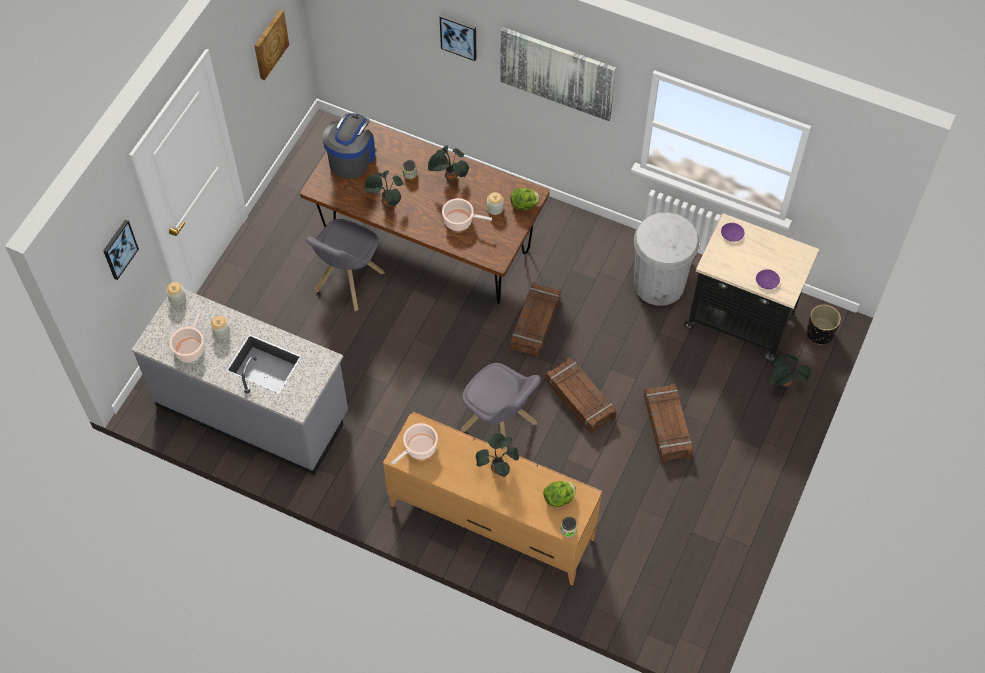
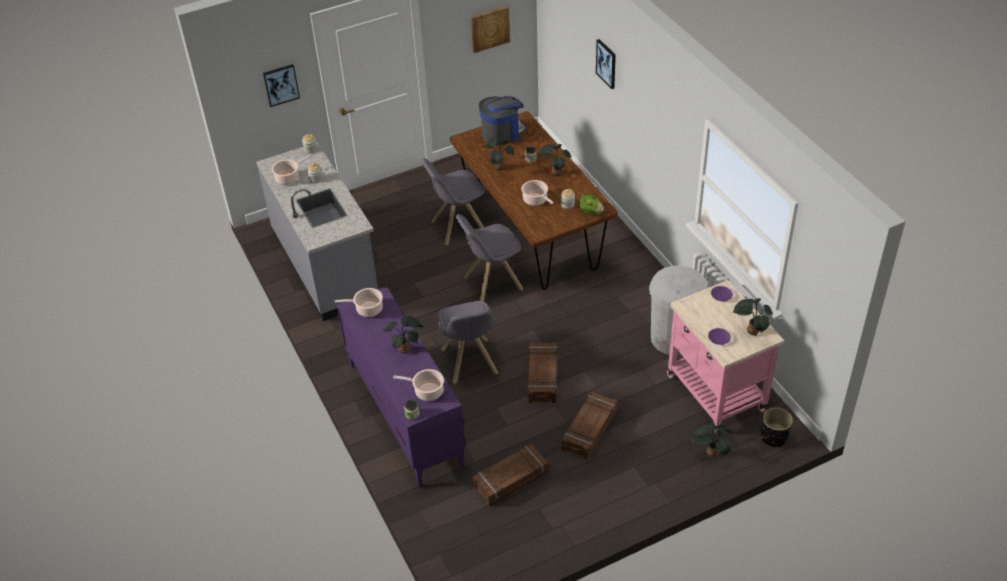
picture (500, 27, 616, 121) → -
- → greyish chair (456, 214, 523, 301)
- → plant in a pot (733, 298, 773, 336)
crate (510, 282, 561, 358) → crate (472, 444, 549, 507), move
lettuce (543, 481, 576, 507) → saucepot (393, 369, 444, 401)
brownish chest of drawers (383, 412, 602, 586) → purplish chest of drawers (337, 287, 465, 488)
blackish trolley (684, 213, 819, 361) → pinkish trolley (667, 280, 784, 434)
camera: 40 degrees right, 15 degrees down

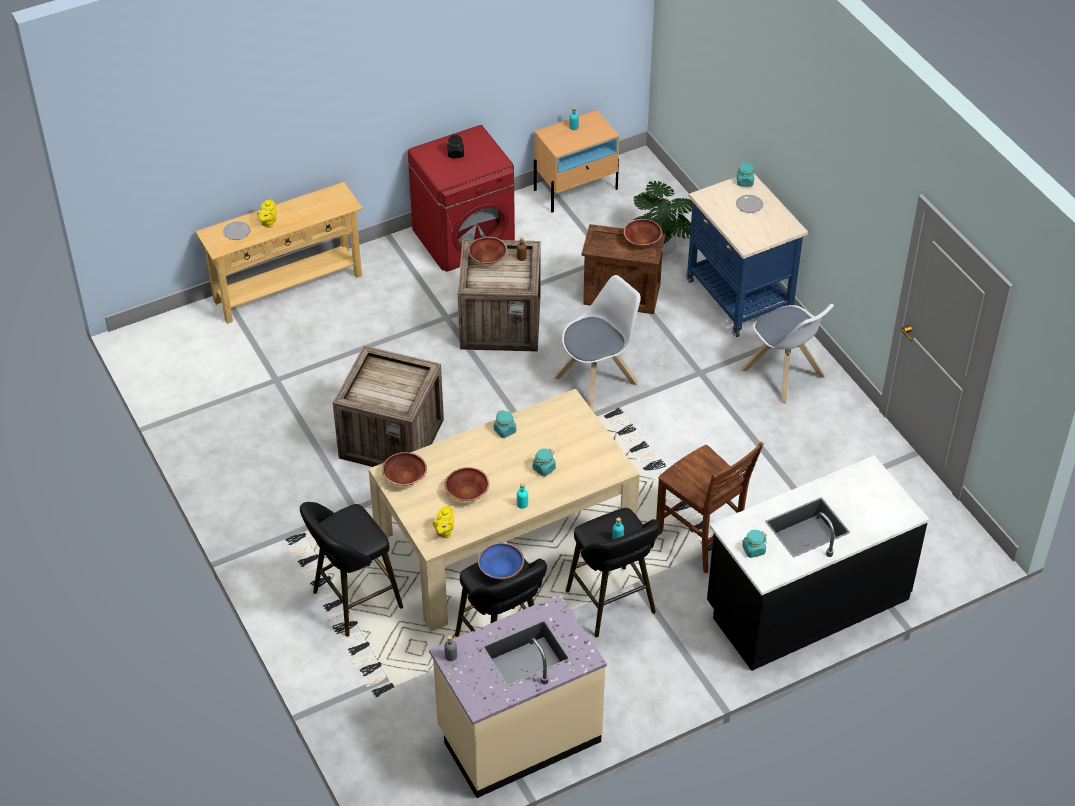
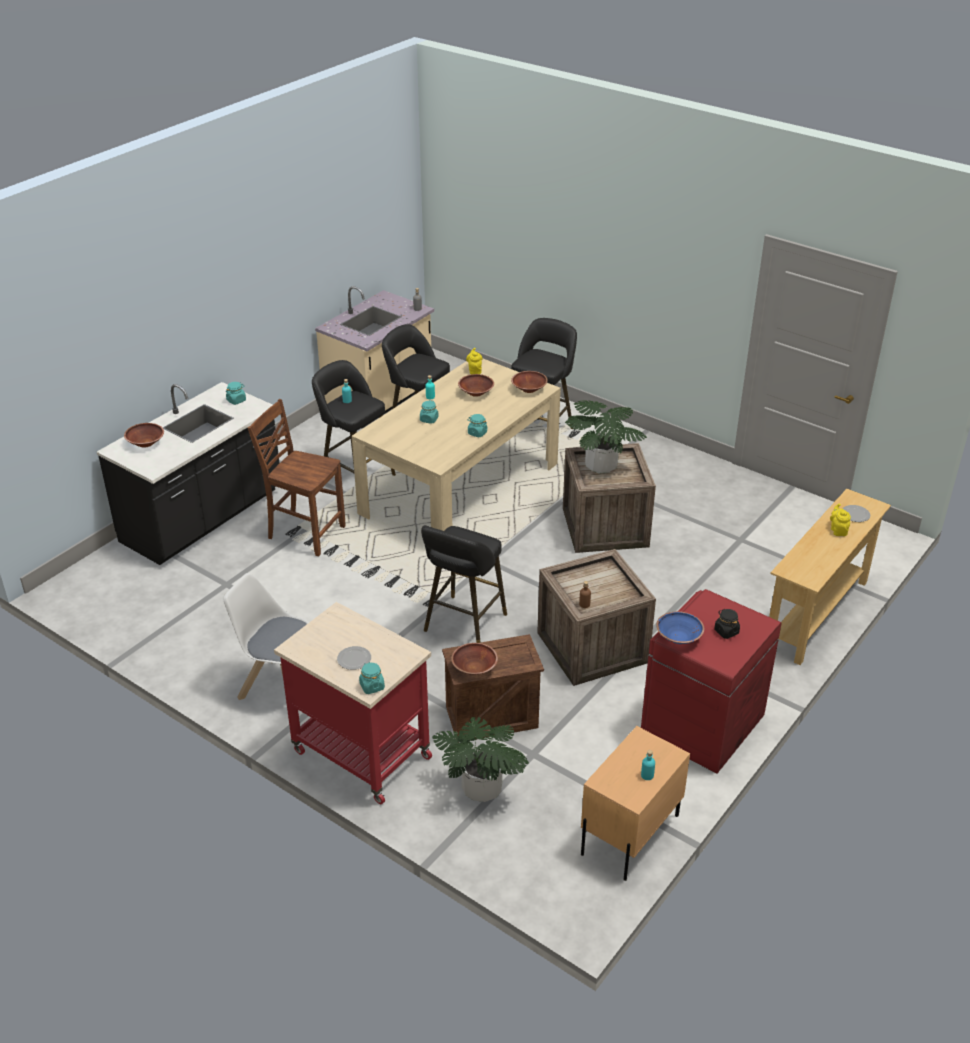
- → plant in a pot (565, 401, 647, 474)
brownish bowl (468, 237, 507, 264) → brownish bowl (124, 423, 164, 448), move
blue bowl (478, 542, 524, 579) → blue bowl (656, 611, 704, 644), move
chair (554, 275, 641, 411) → blackish stool seat (421, 525, 507, 643)
blue trolley (686, 174, 808, 338) → red trolley (274, 602, 432, 804)
camera: 155 degrees right, 10 degrees down

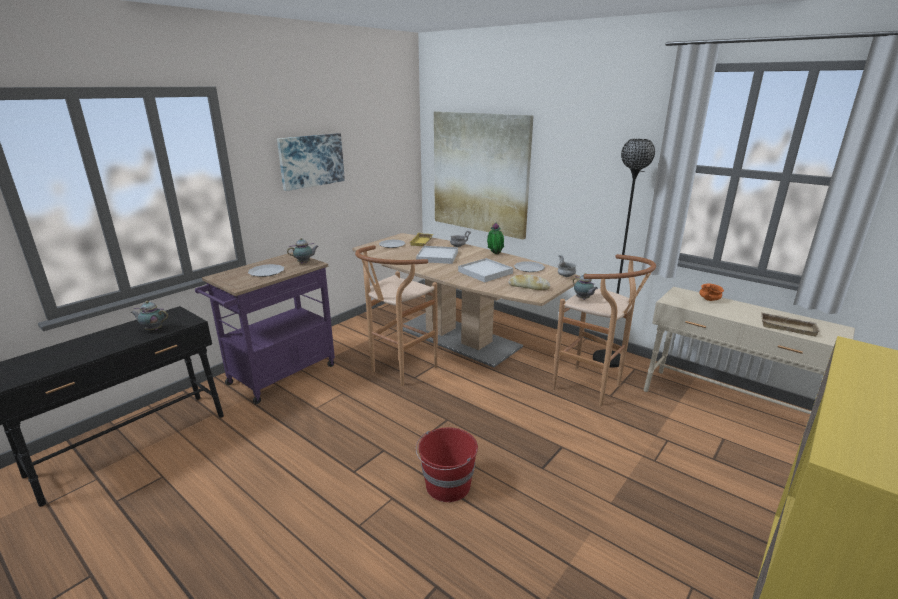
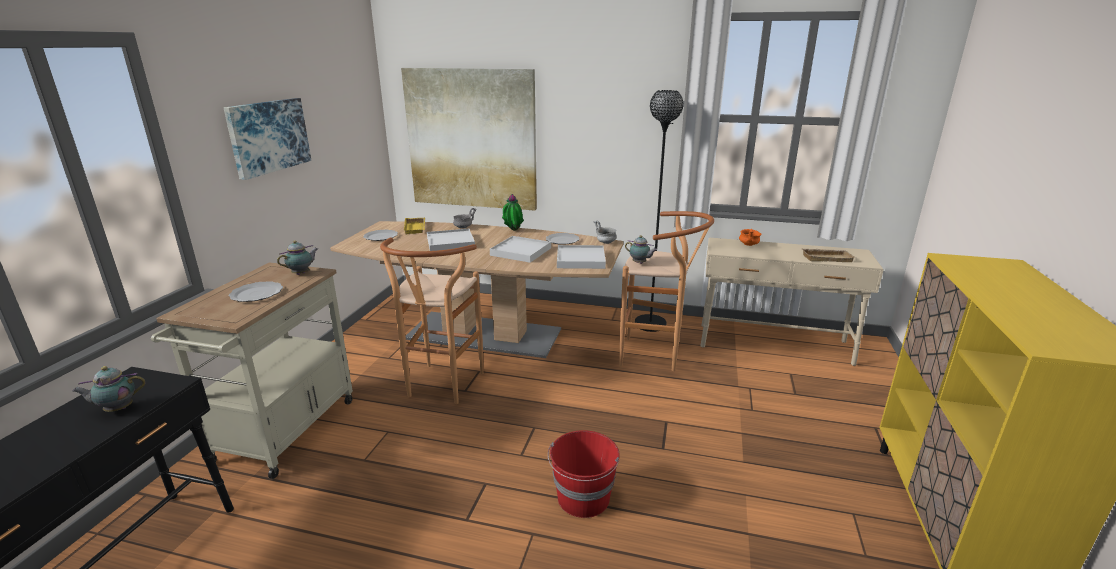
bread (508, 274, 550, 291) → white-coloured carrying tray (557, 245, 606, 269)
purplish trolley (195, 252, 335, 404) → beige-coloured trolley (151, 262, 353, 479)
camera: 25 degrees left, 0 degrees up

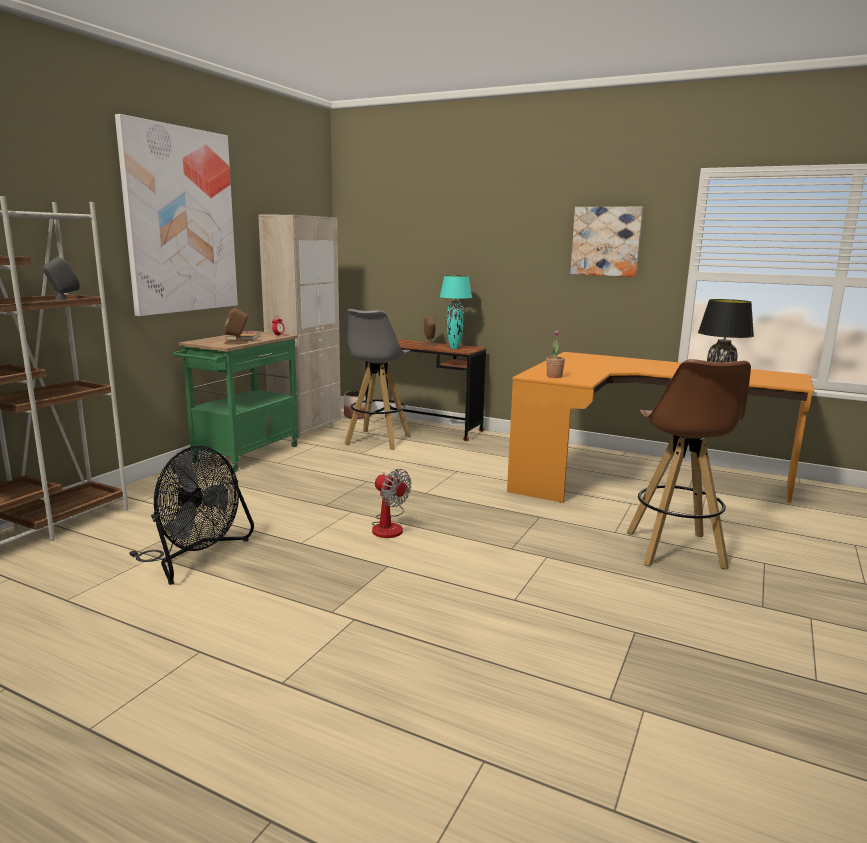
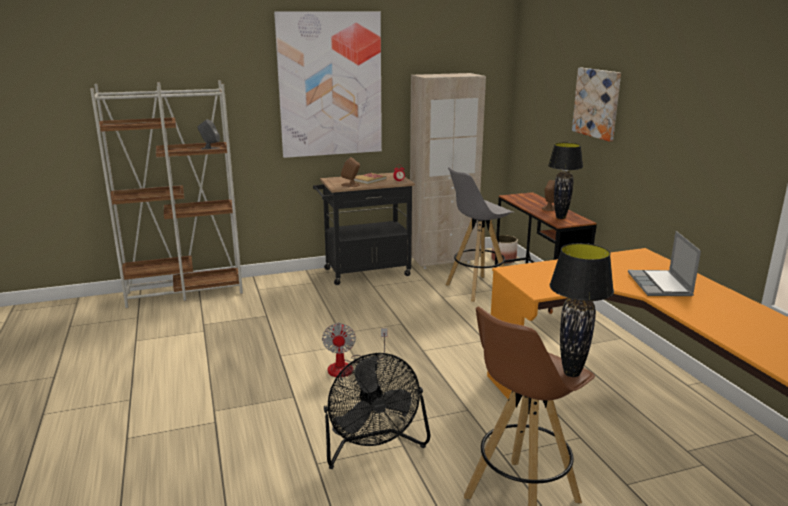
plant in a pot (546, 330, 565, 378) → -
- → laptop (628, 231, 701, 296)
blackish electric fan (129, 446, 254, 585) → blackish electric fan (324, 353, 430, 469), move
picture (570, 207, 643, 277) → picture (572, 68, 621, 141), move
green trolley (173, 331, 298, 472) → blackish trolley (313, 172, 415, 285)
turquoise-coloured table lamp (440, 275, 472, 349) → blackish table lamp (548, 142, 583, 219)
camera: 45 degrees right, 5 degrees up

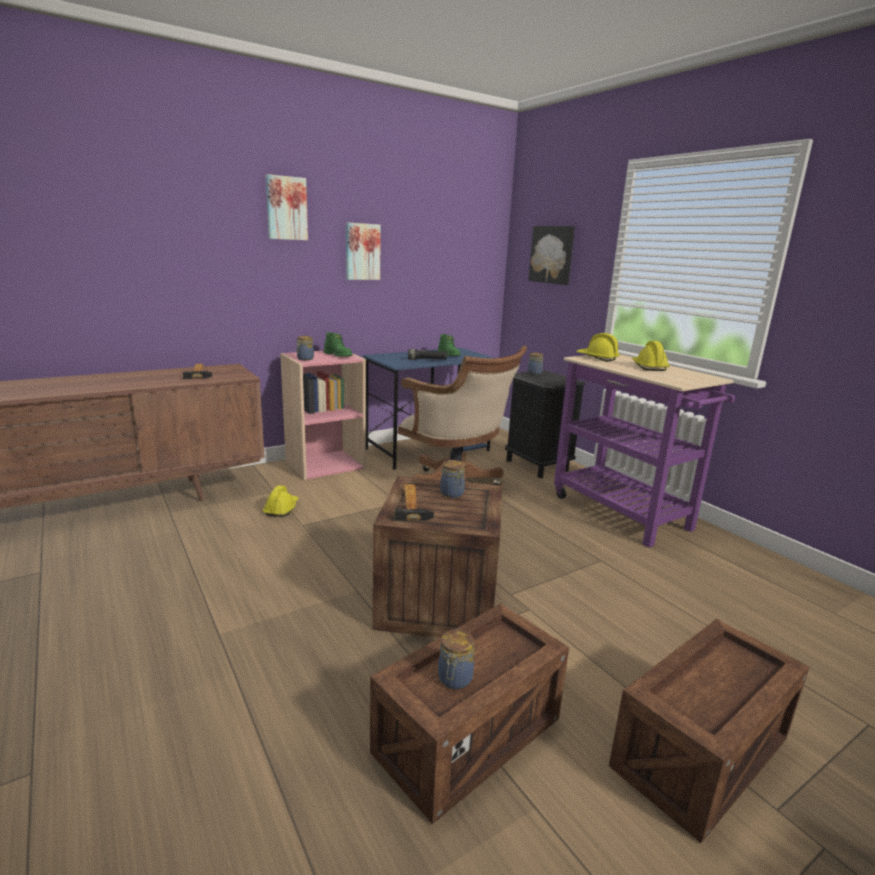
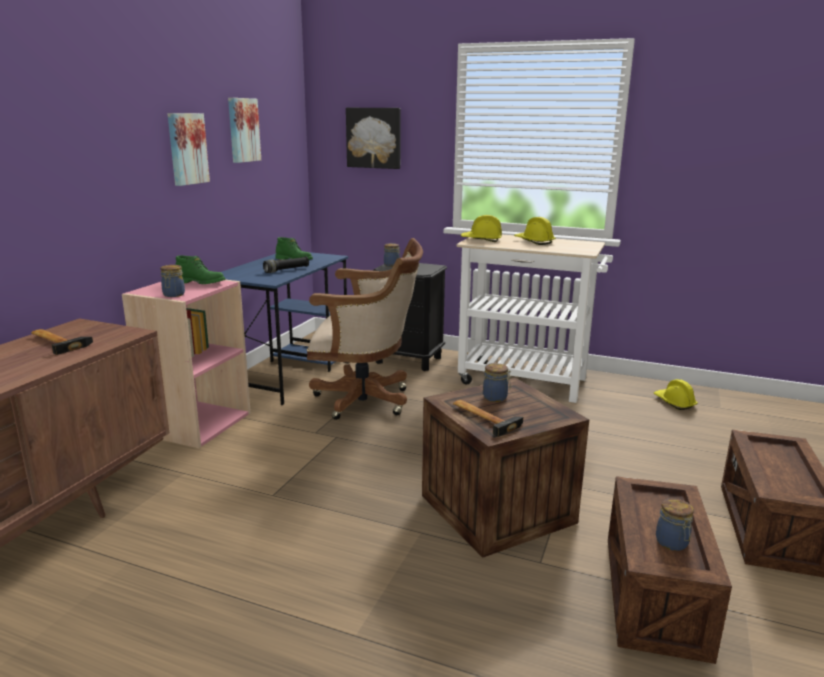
yellowish hard hat (263, 485, 298, 517) → yellowish hard hat (654, 379, 698, 410), move
picture (265, 174, 308, 240) → picture (228, 98, 261, 163), move
purplish trolley (554, 354, 735, 548) → white-coloured trolley (456, 235, 613, 403)
camera: 35 degrees left, 0 degrees up

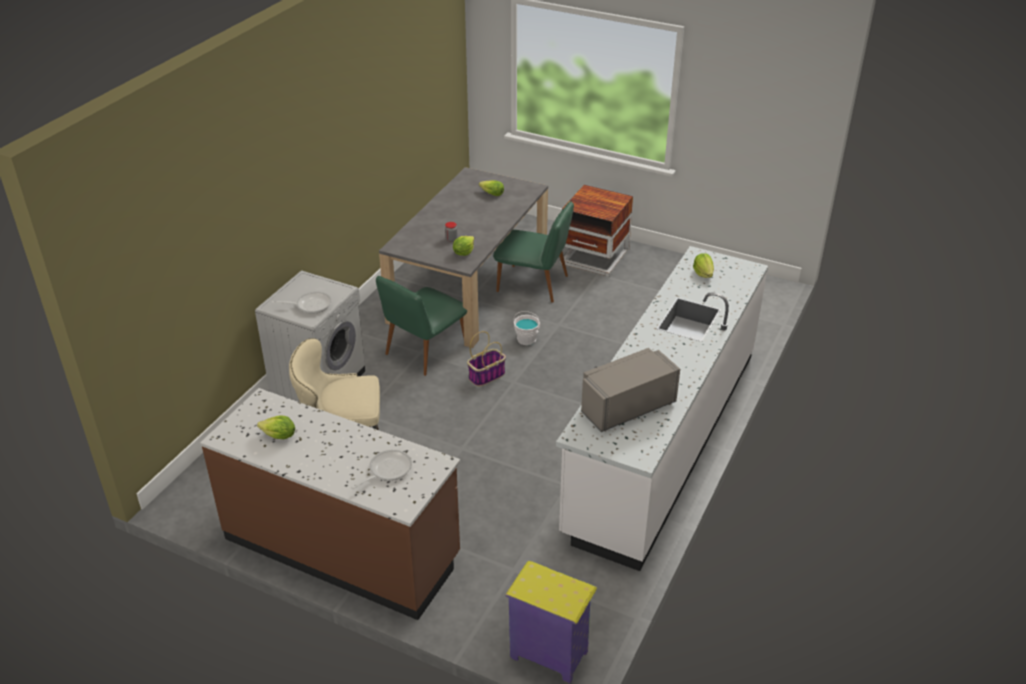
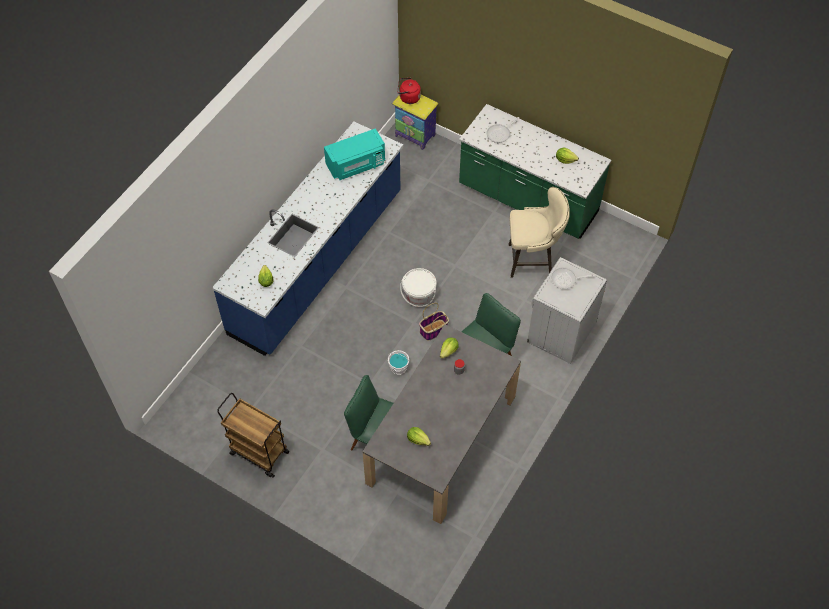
night table (560, 185, 633, 277) → -
- → brownish trolley (217, 393, 289, 478)
- → red tea kettle (397, 78, 421, 104)
- → white-coloured pail (400, 268, 436, 307)
brownish kitchen base unit (200, 388, 460, 620) → green kitchen base unit (459, 104, 611, 239)
white-coloured kitchen base unit (556, 246, 768, 571) → blue kitchen base unit (212, 121, 403, 356)
greyish kitchen microwave (581, 348, 680, 432) → turquoise-coloured kitchen microwave (324, 128, 385, 180)
camera: 175 degrees left, 20 degrees up

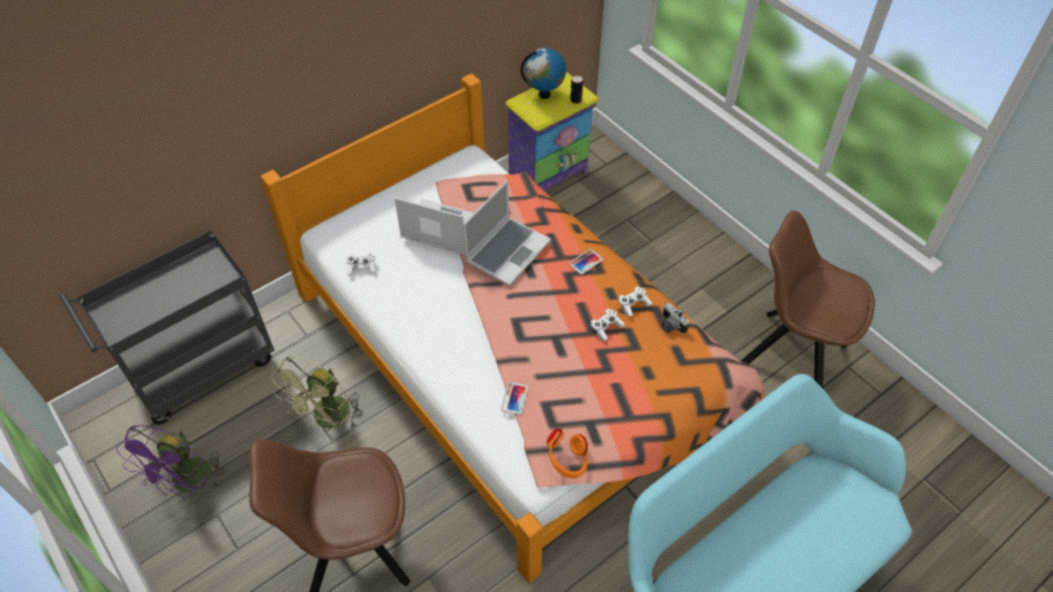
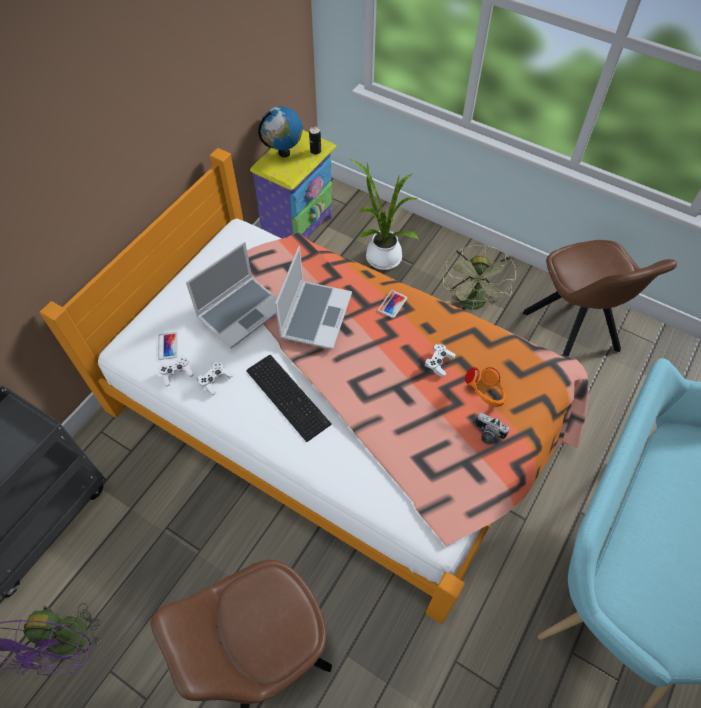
- → keyboard (246, 355, 332, 442)
- → plant in a pot (350, 159, 419, 270)
green electric fan (271, 356, 363, 433) → green electric fan (443, 245, 516, 309), move
telephone (501, 382, 529, 415) → telephone (158, 332, 178, 360), move
orange-coloured headset (547, 428, 588, 478) → orange-coloured headset (465, 367, 507, 407), move
white-coloured gamepad (618, 286, 652, 317) → white-coloured gamepad (197, 362, 233, 395), move
photo camera (661, 303, 689, 333) → photo camera (475, 412, 510, 444), move
laptop (395, 197, 474, 255) → laptop (186, 242, 277, 349), 135 degrees clockwise
brownish chair (741, 210, 875, 388) → brownish chair (523, 240, 677, 356), 120 degrees counterclockwise
camera: 20 degrees left, 5 degrees up

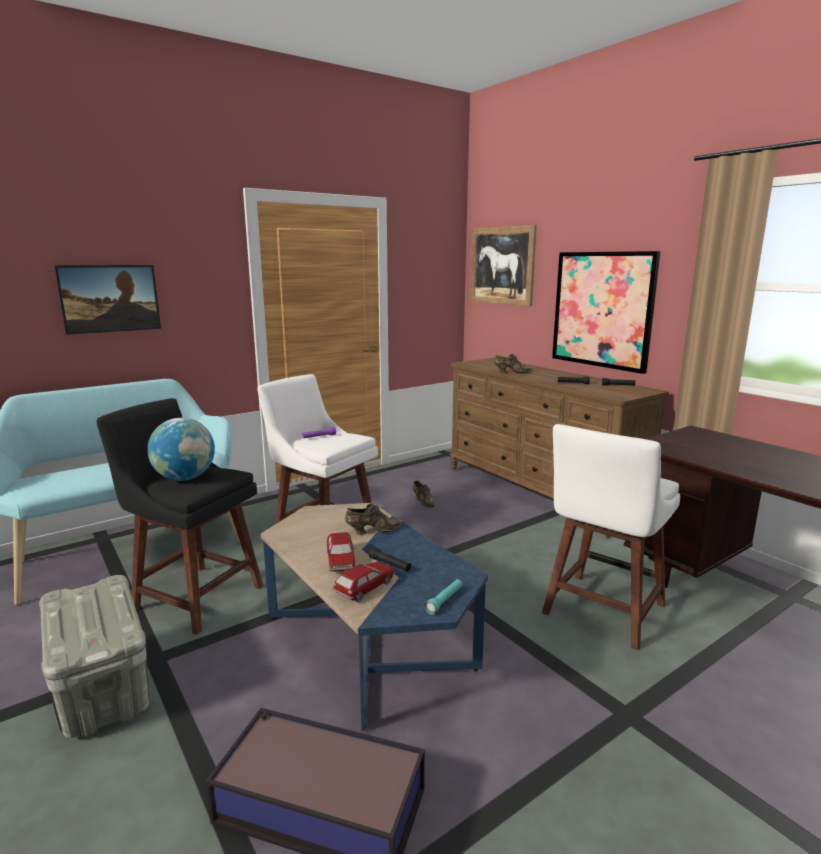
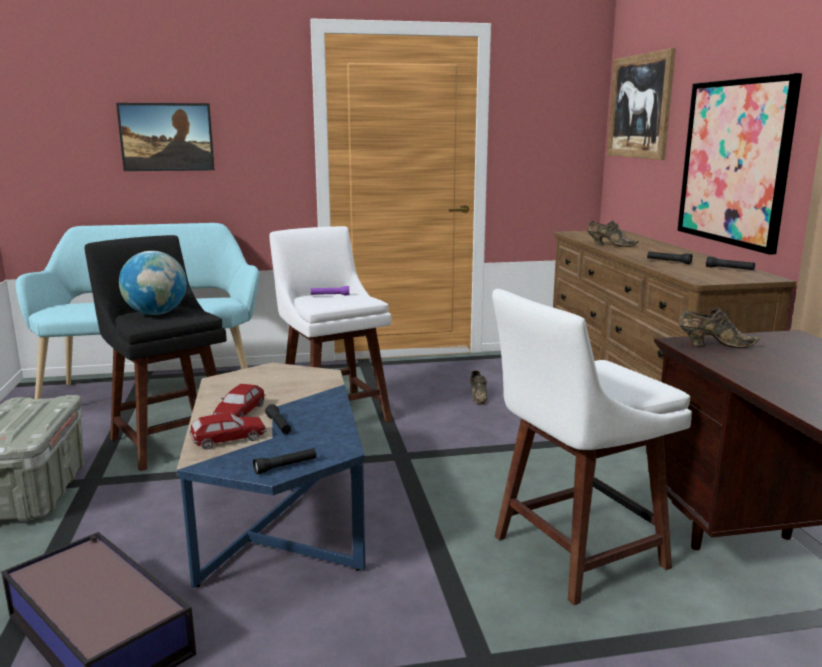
brownish item of footwear (345, 503, 403, 535) → brownish item of footwear (679, 308, 760, 348), move
turquoise-coloured torch (424, 579, 463, 614) → blackish torch (253, 448, 316, 474)
camera: 25 degrees right, 0 degrees up

